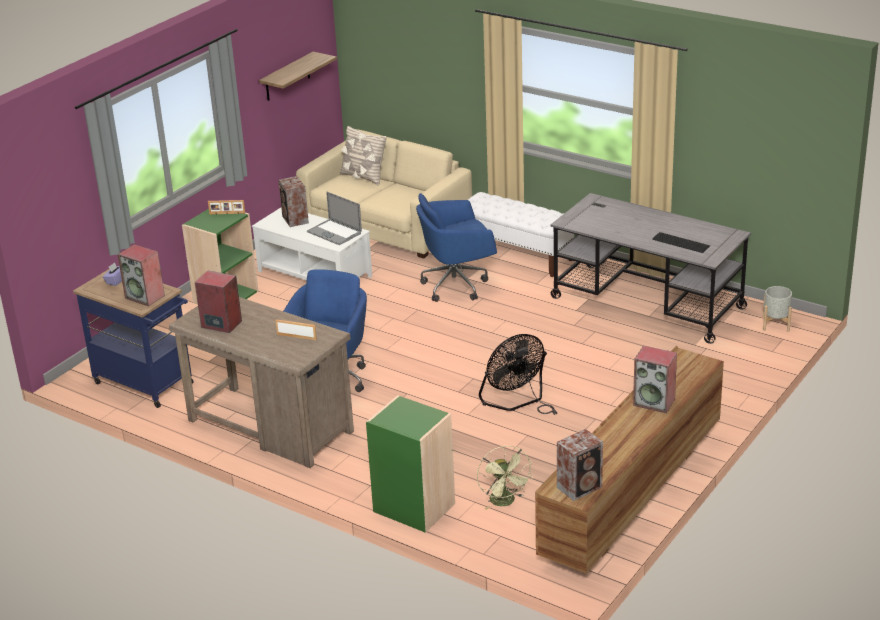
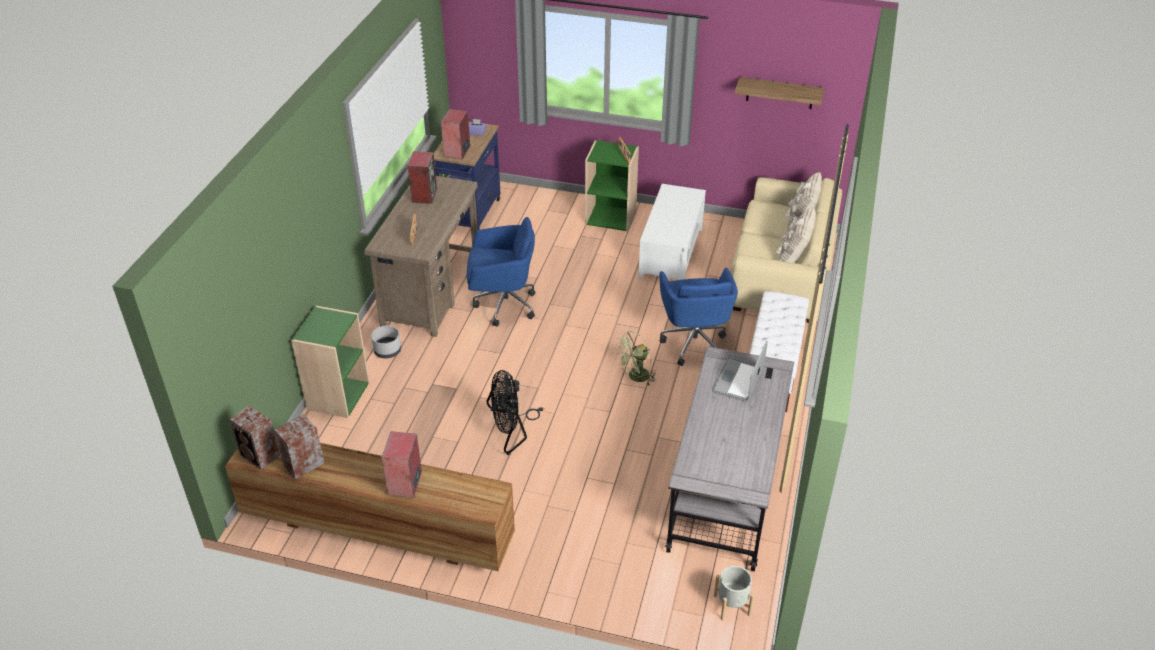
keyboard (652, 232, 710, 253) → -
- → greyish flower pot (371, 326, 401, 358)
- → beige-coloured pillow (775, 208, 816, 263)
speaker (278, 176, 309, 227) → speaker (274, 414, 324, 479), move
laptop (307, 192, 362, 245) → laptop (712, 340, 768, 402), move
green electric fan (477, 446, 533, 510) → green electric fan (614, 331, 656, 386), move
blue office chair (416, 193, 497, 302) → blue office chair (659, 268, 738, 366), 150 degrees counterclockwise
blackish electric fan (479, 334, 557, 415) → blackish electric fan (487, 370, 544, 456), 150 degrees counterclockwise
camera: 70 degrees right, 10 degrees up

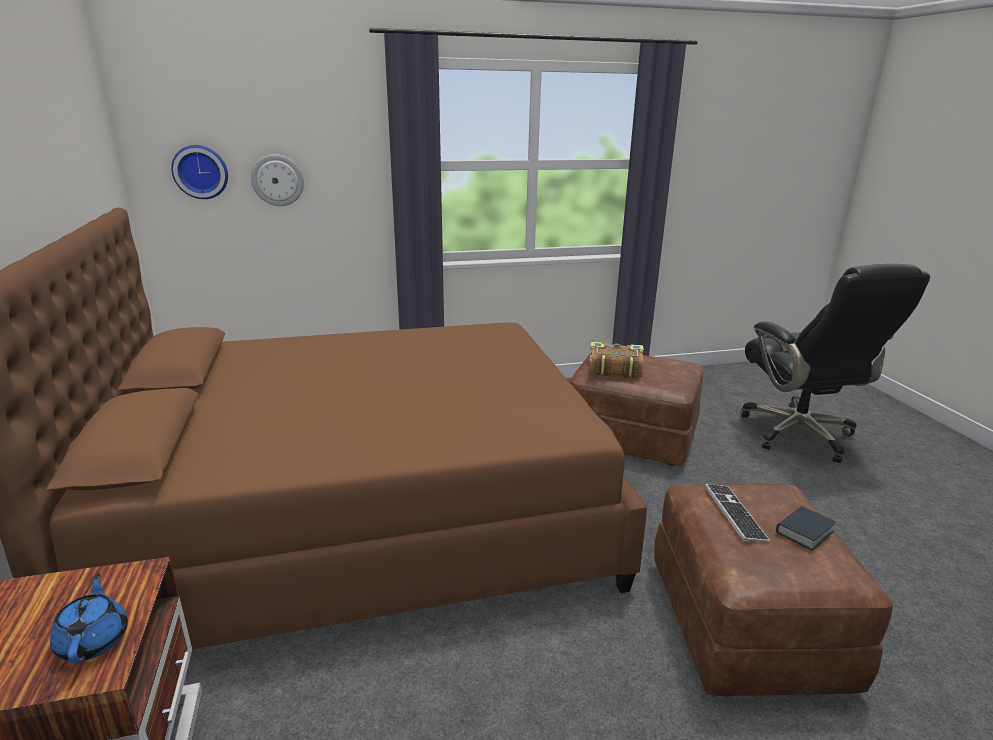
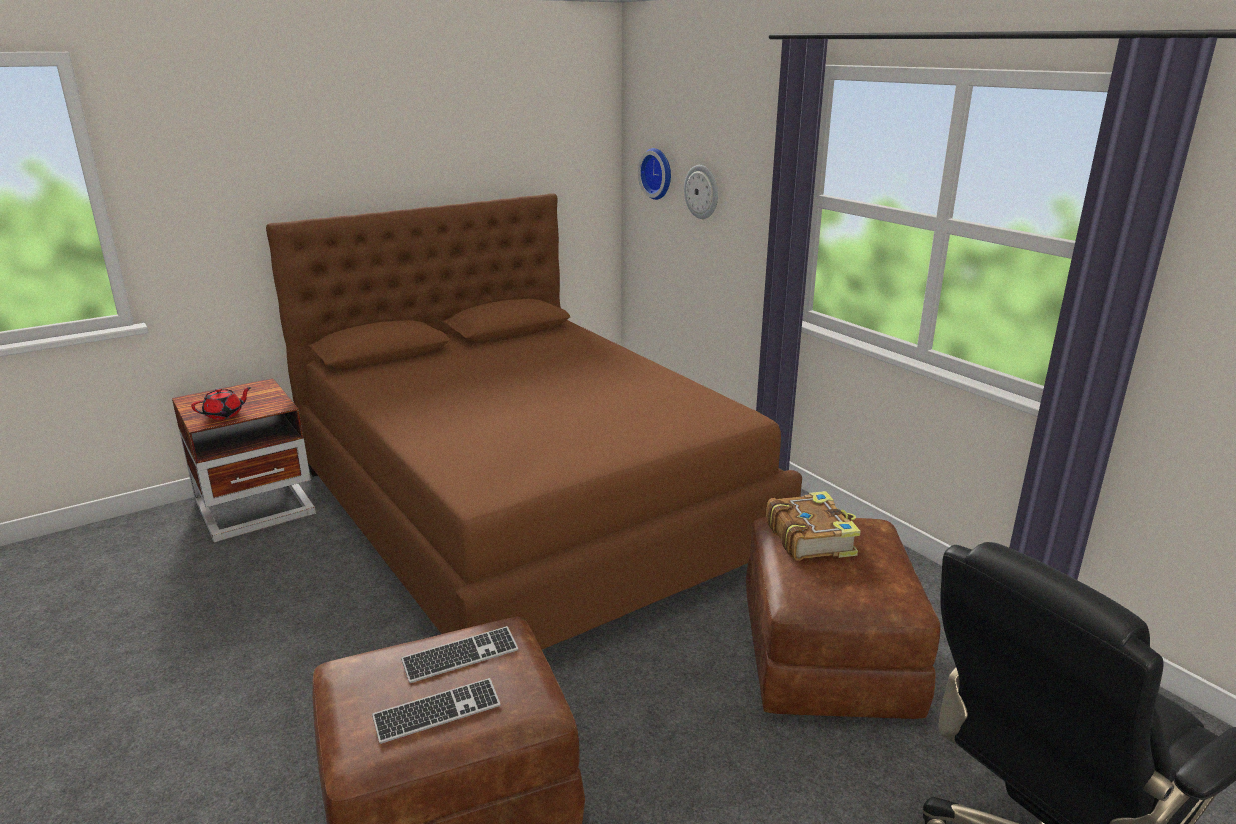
book (776, 506, 835, 550) → keyboard (372, 678, 501, 744)
blue teapot (50, 573, 128, 664) → red teapot (191, 387, 252, 420)
camera: 70 degrees right, 0 degrees up

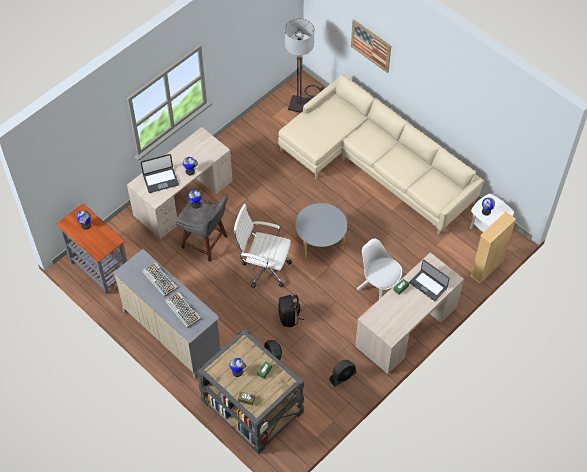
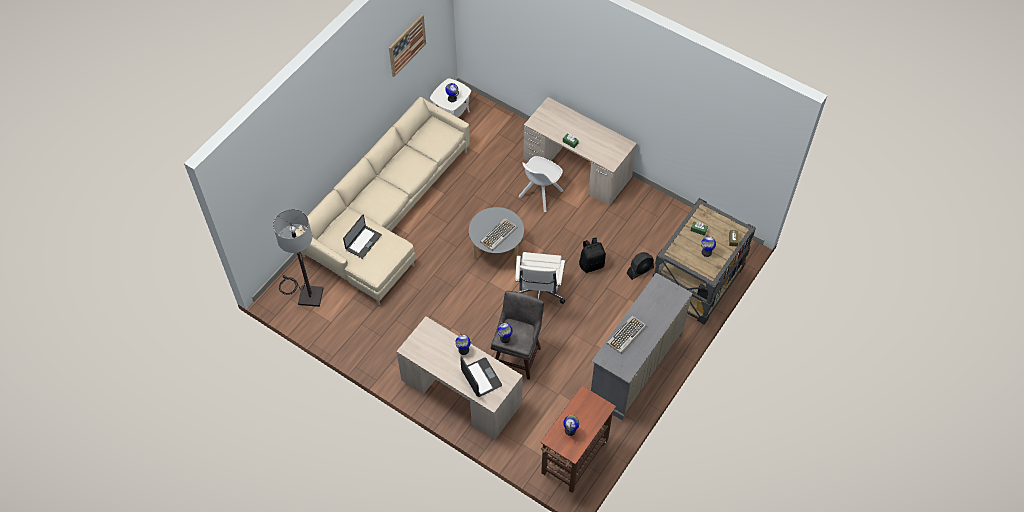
blackish electric fan (329, 360, 357, 387) → -
beige-coloured shelving unit (470, 212, 516, 284) → -
keyboard (165, 292, 202, 328) → keyboard (480, 218, 517, 251), move
picture (351, 19, 391, 73) → picture (389, 14, 426, 77), move
laptop (409, 259, 450, 301) → laptop (343, 215, 382, 259), move
greyish trolley (57, 204, 127, 294) → brownish trolley (541, 386, 616, 493)
camera: 100 degrees left, 0 degrees up

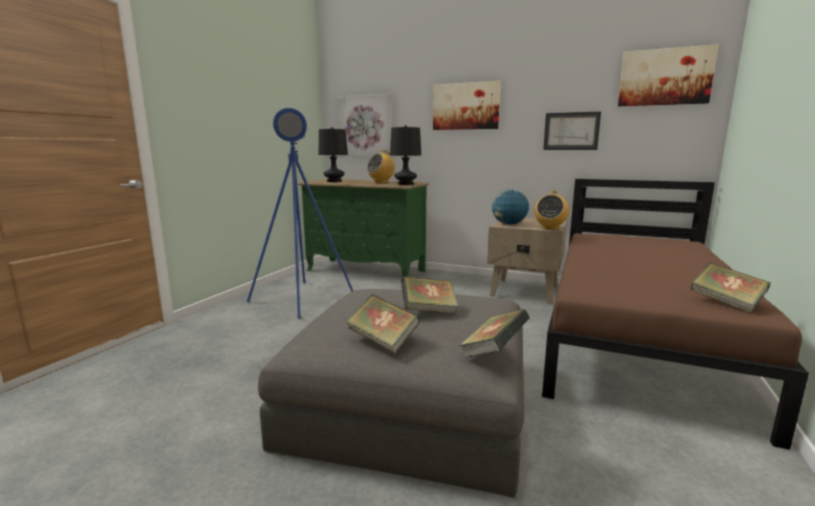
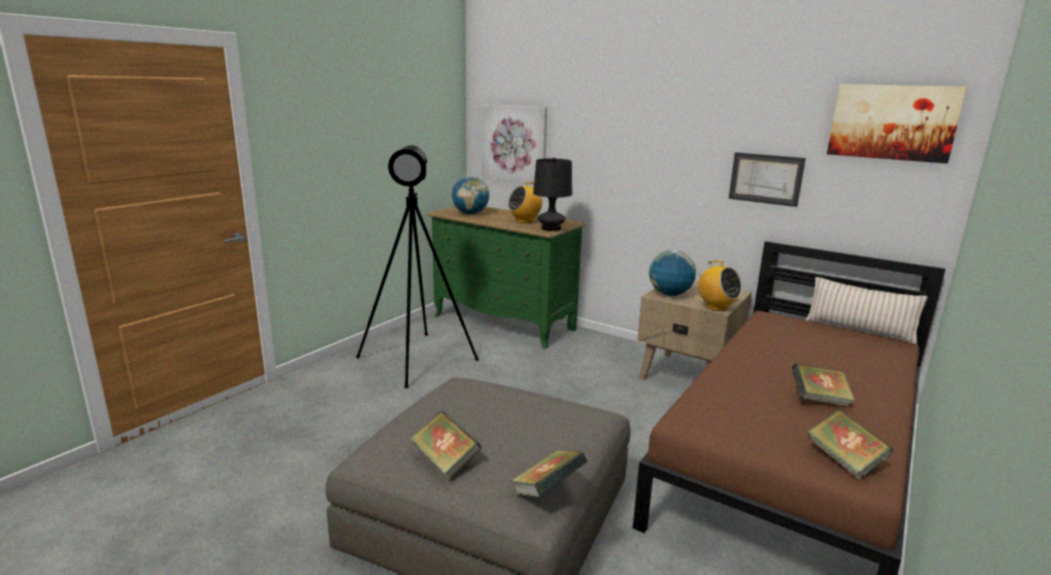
picture (433, 81, 501, 130) → -
- → beige-coloured pillow (805, 277, 928, 345)
book (401, 276, 458, 314) → book (792, 363, 855, 406), move
blackish table lamp (319, 127, 348, 182) → desk globe (452, 176, 489, 214)
blue floor lamp (247, 108, 353, 318) → blackish floor lamp (356, 145, 479, 388)
radio receiver (534, 190, 569, 230) → radio receiver (697, 260, 742, 311), 75 degrees counterclockwise
camera: 10 degrees right, 5 degrees up

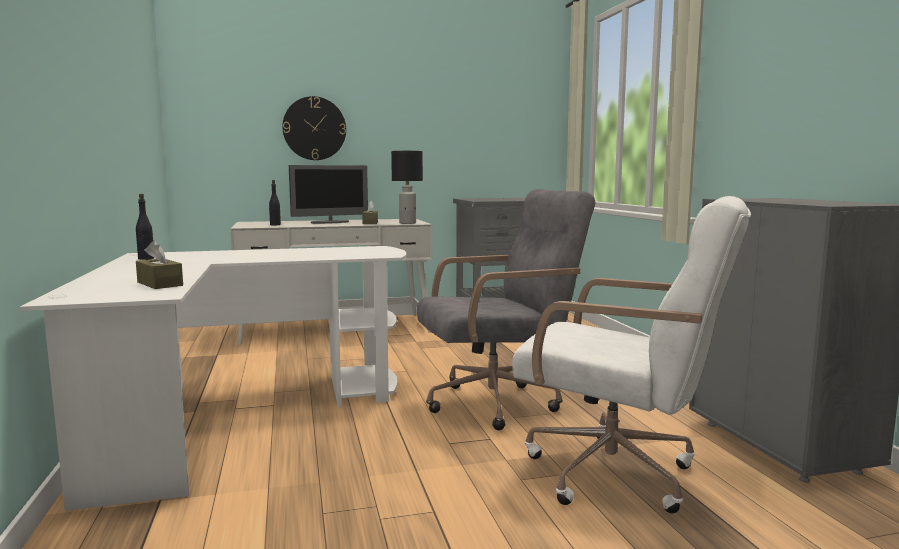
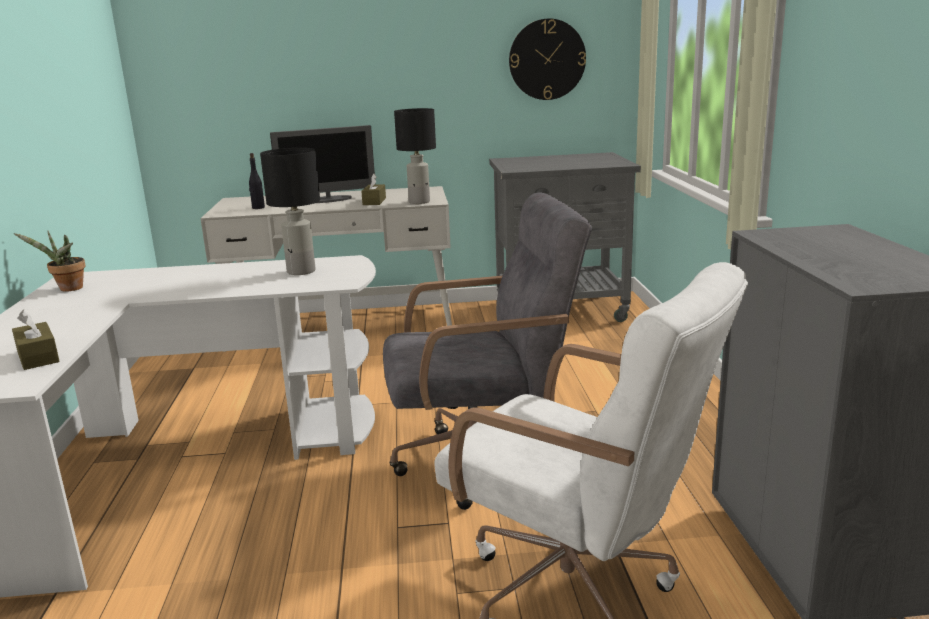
- → blackish table lamp (260, 148, 320, 275)
hanging clock (282, 96, 346, 160) → hanging clock (509, 18, 586, 100), move
blackish drink bottle (136, 194, 154, 260) → plant in a pot (14, 230, 86, 292)
camera: 10 degrees right, 10 degrees up

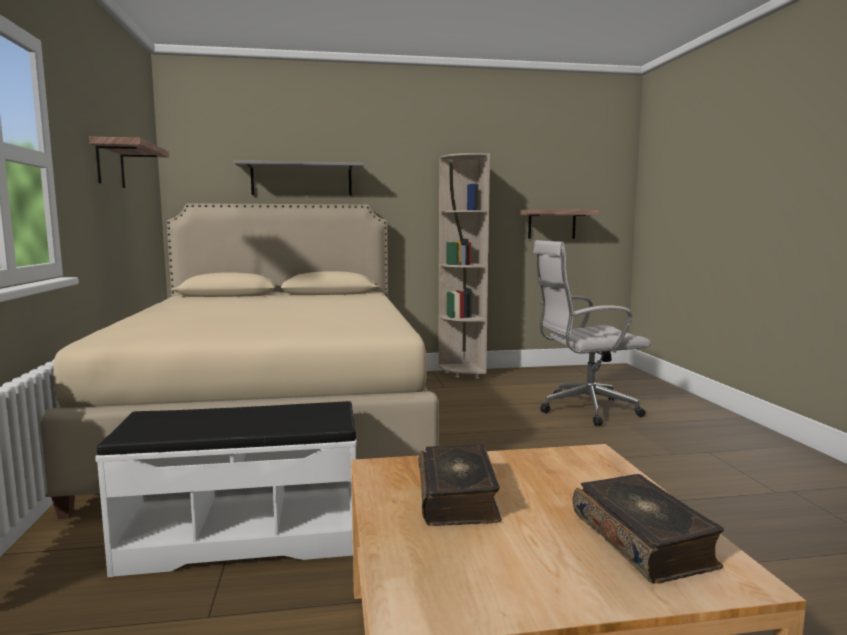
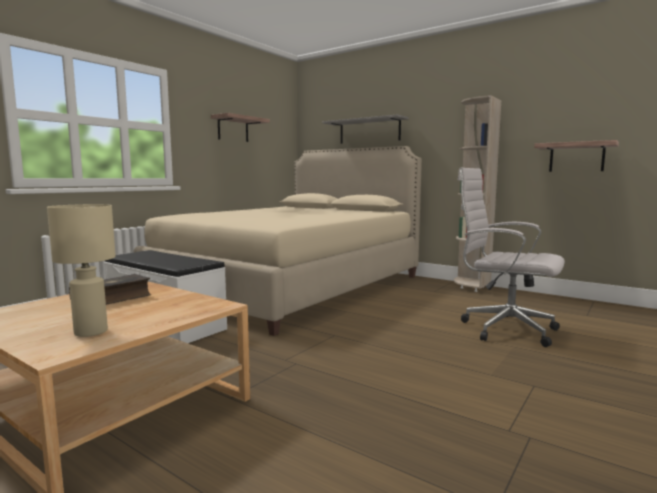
book (573, 474, 724, 583) → beige-coloured table lamp (47, 204, 116, 337)
camera: 45 degrees right, 0 degrees up

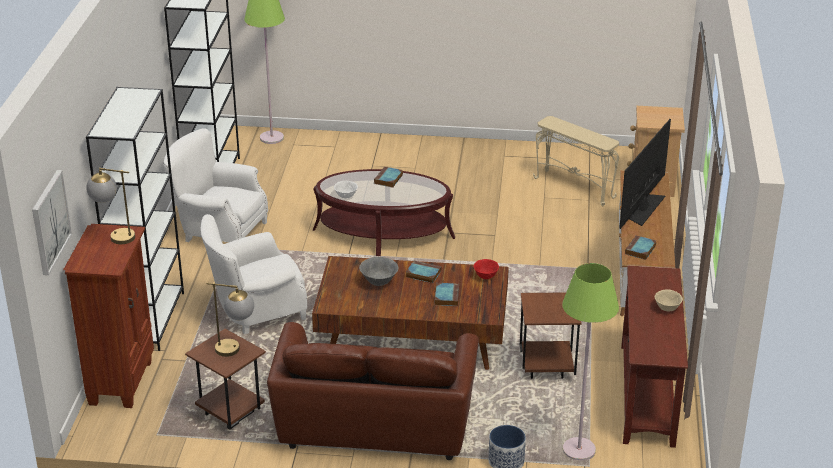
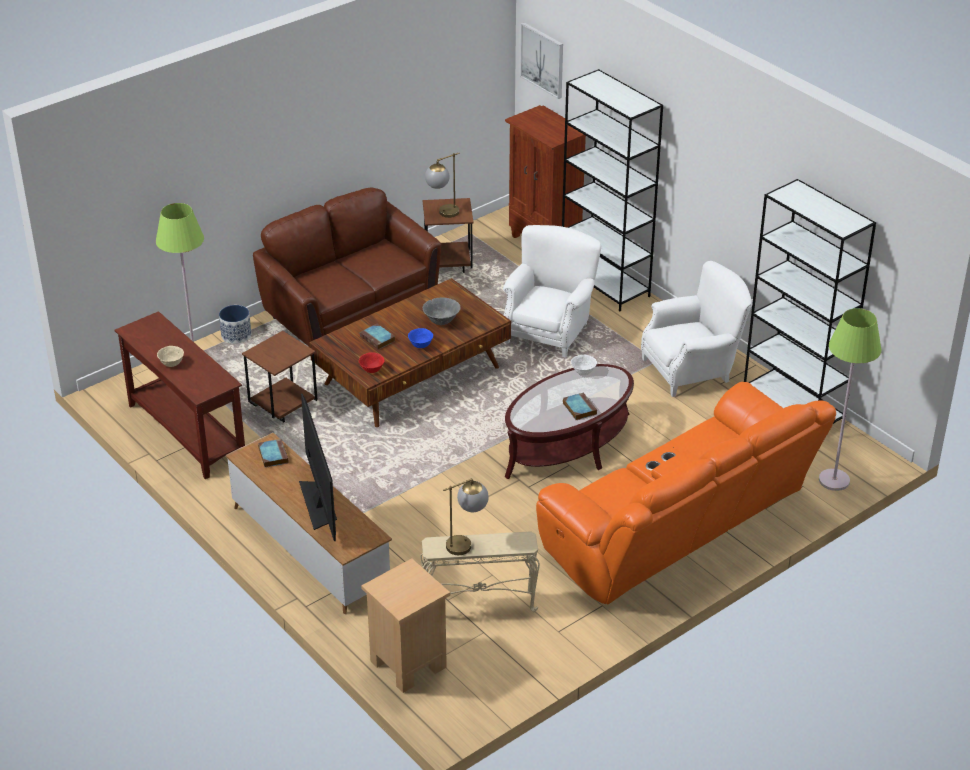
- → orange-coloured settee (536, 382, 836, 604)
table lamp (86, 168, 135, 244) → table lamp (443, 478, 489, 555), move
book (406, 261, 441, 283) → blue bowl (408, 328, 433, 348)
camera: 135 degrees right, 5 degrees up

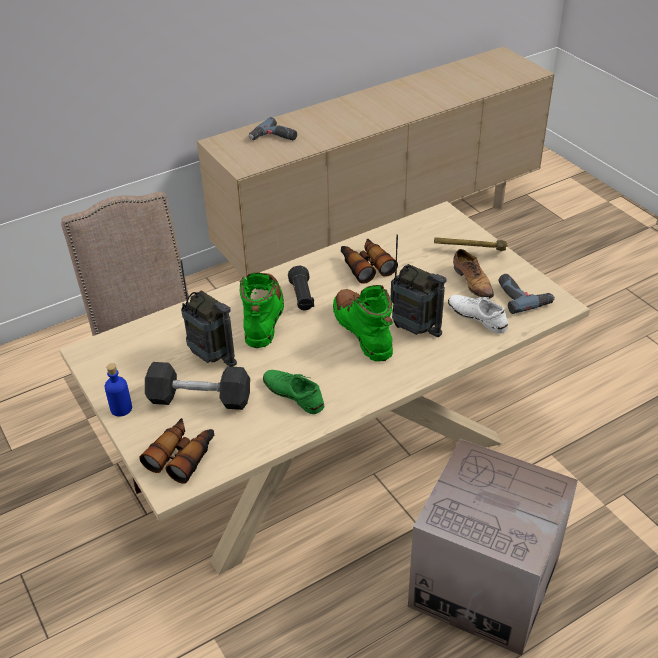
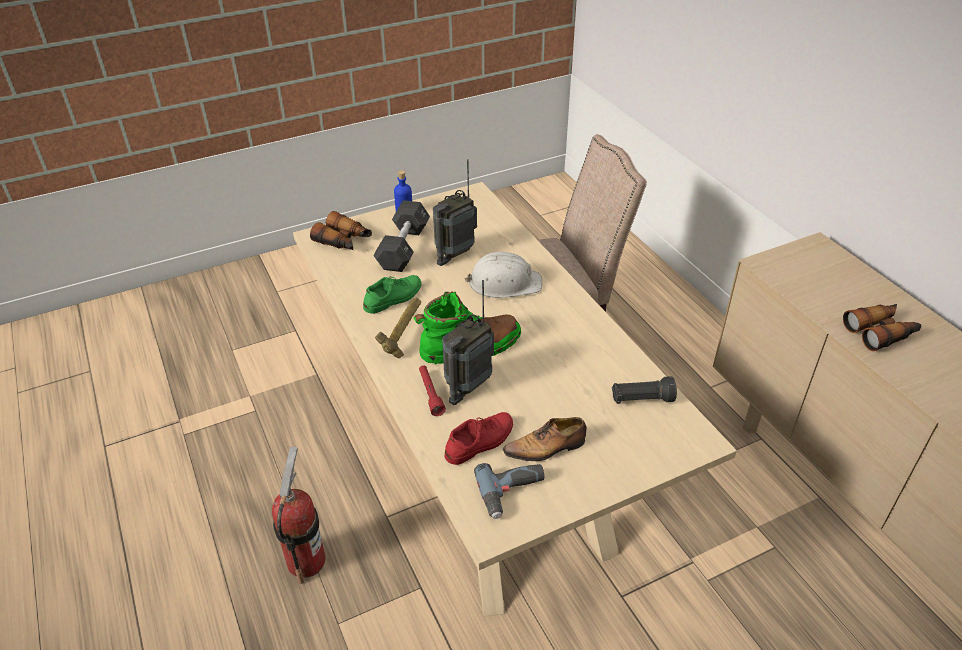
drill (249, 117, 297, 140) → -
- → red torch (419, 365, 446, 416)
blackish torch (288, 266, 314, 310) → blackish torch (612, 376, 677, 404), move
binoculars (341, 239, 398, 284) → binoculars (843, 304, 921, 351), move
hammer (434, 238, 508, 251) → hammer (375, 297, 421, 358), move
green boot (239, 273, 284, 348) → white-coloured hard hat (465, 252, 542, 298)
cardboard box (408, 439, 578, 656) → fire extinguisher (272, 447, 325, 584)
white-coloured item of footwear (448, 295, 508, 334) → red item of footwear (445, 412, 513, 465)
camera: 95 degrees right, 0 degrees up

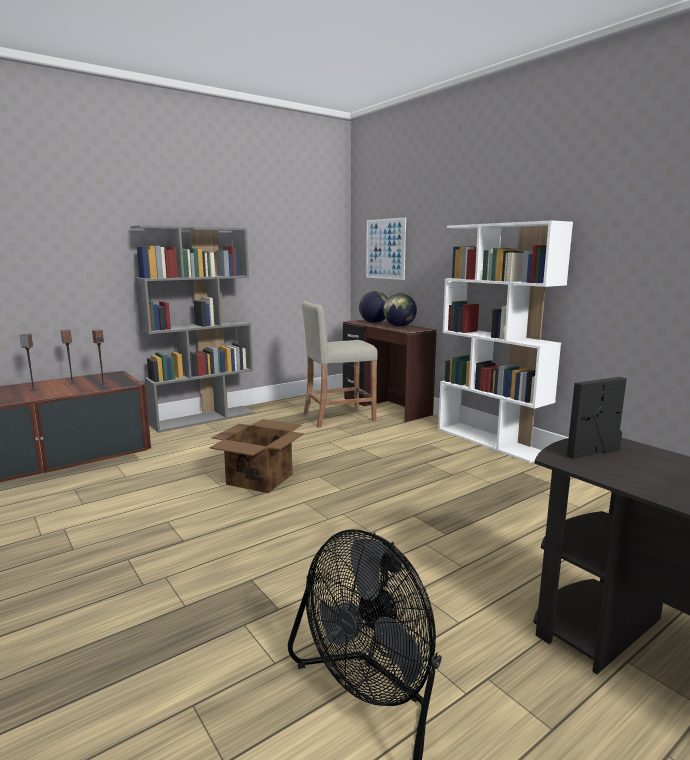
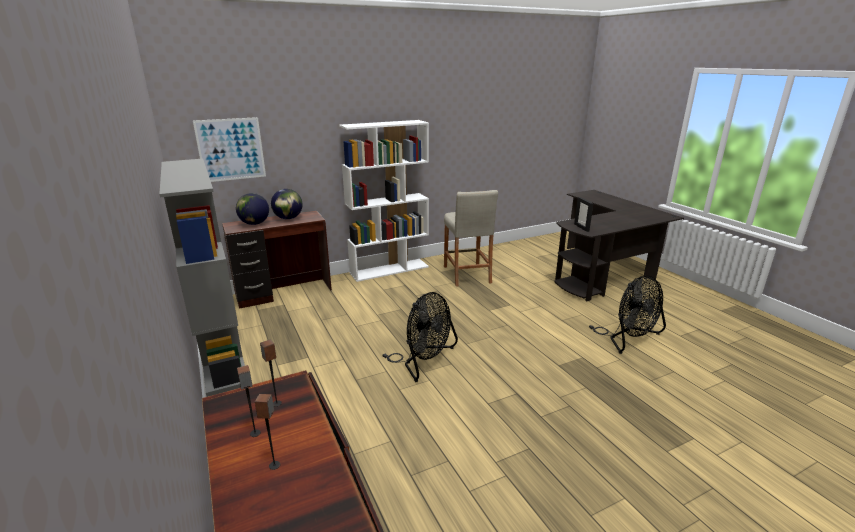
beige-coloured stool seat (302, 301, 378, 428) → beige-coloured stool seat (444, 190, 498, 286), move
cardboard box (210, 419, 304, 493) → blackish electric fan (382, 292, 458, 382)
camera: 80 degrees left, 10 degrees up

